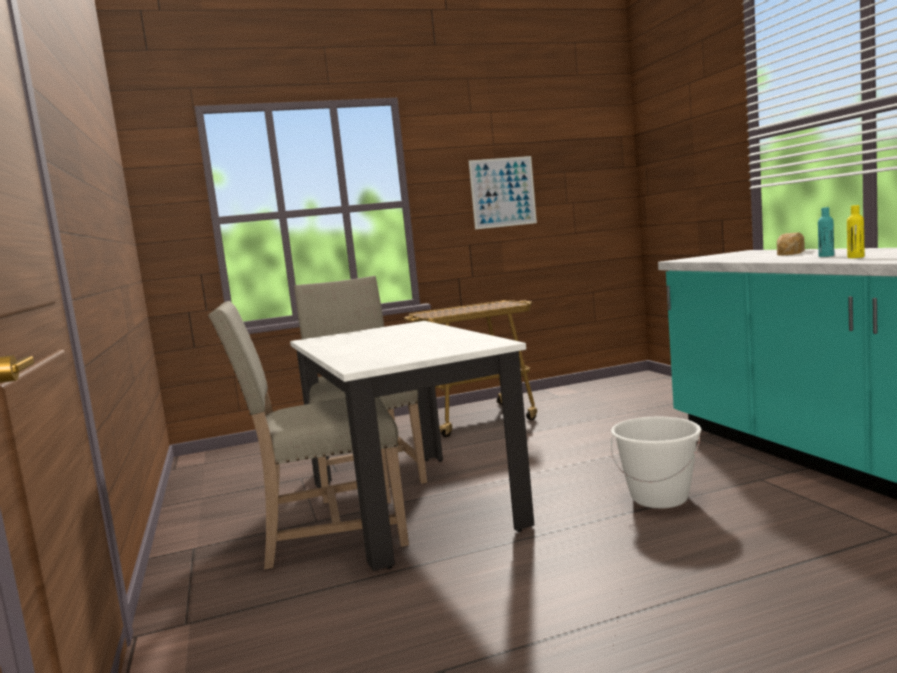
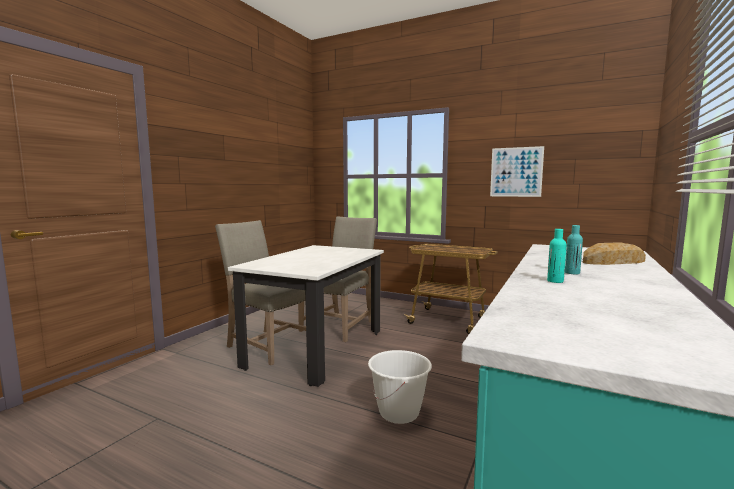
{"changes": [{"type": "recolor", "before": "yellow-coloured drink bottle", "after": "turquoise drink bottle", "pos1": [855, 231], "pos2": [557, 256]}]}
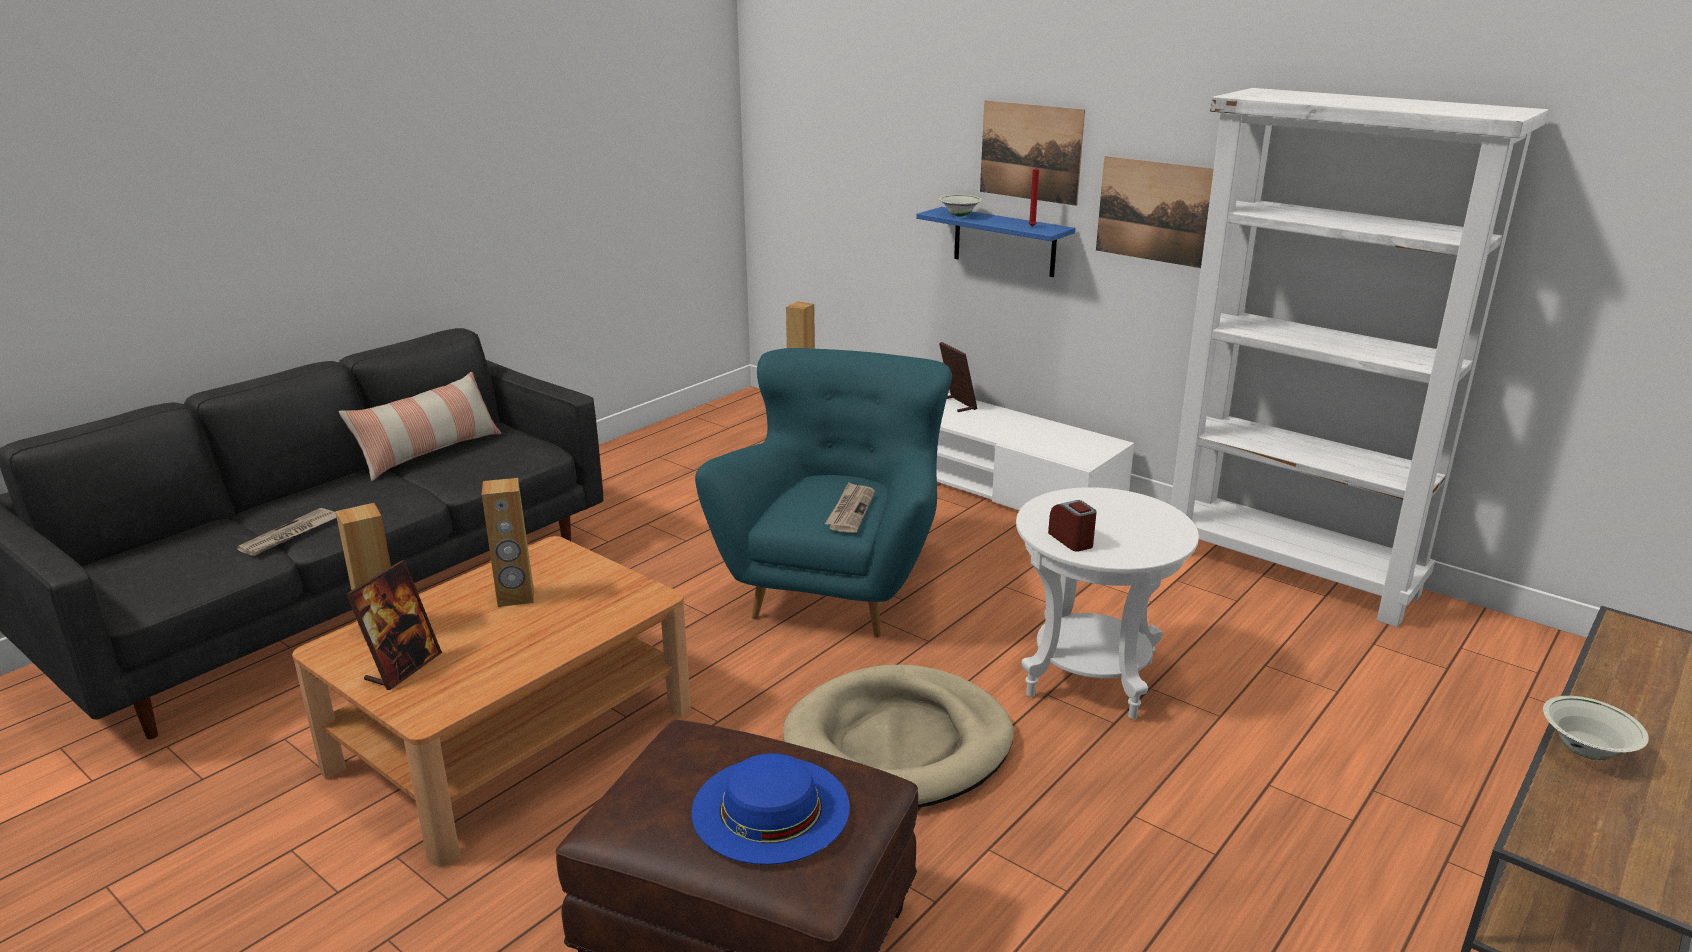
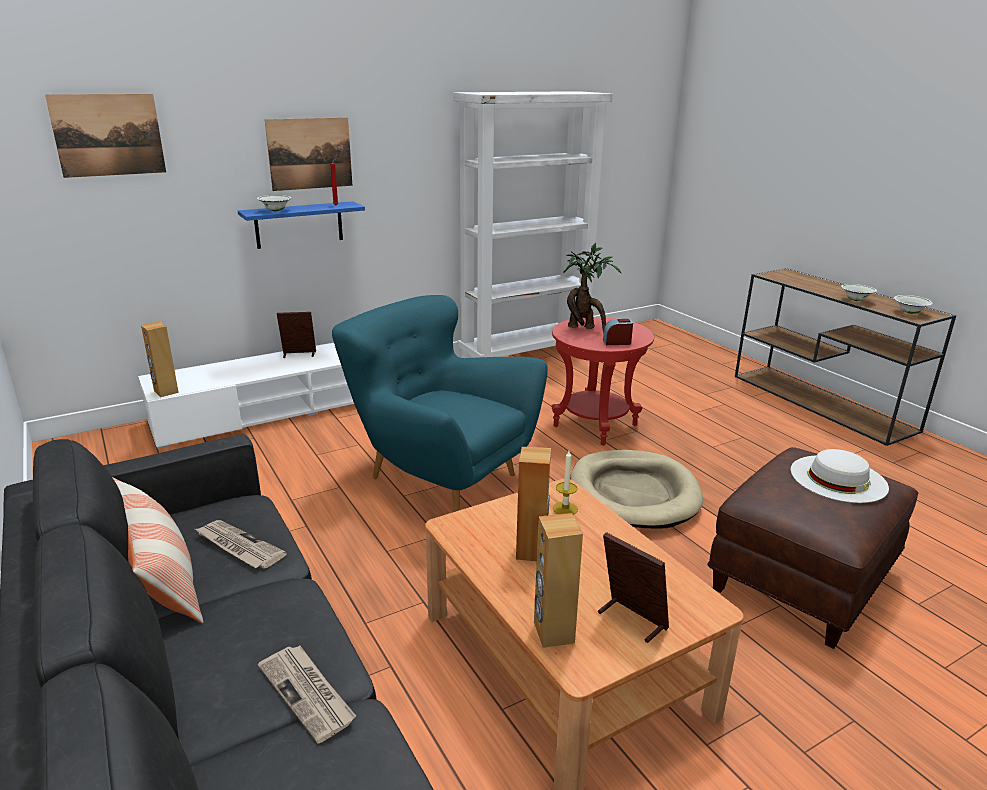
{"changes": [{"type": "move", "before": "wall picture", "pos1": [1155, 212], "pos2": [105, 136]}, {"type": "move", "before": "printed paper", "pos1": [850, 507], "pos2": [241, 544]}, {"type": "recolor", "before": "white side table", "after": "red-coloured side table", "pos1": [1107, 603], "pos2": [602, 381]}, {"type": "recolor", "before": "blue-coloured wearable hat", "after": "white wearable hat", "pos1": [771, 809], "pos2": [840, 476]}, {"type": "insert", "after": "potted plant", "pos2": [592, 288]}, {"type": "insert", "after": "white deep dish", "pos2": [913, 304]}, {"type": "insert", "after": "wax light", "pos2": [565, 483]}]}
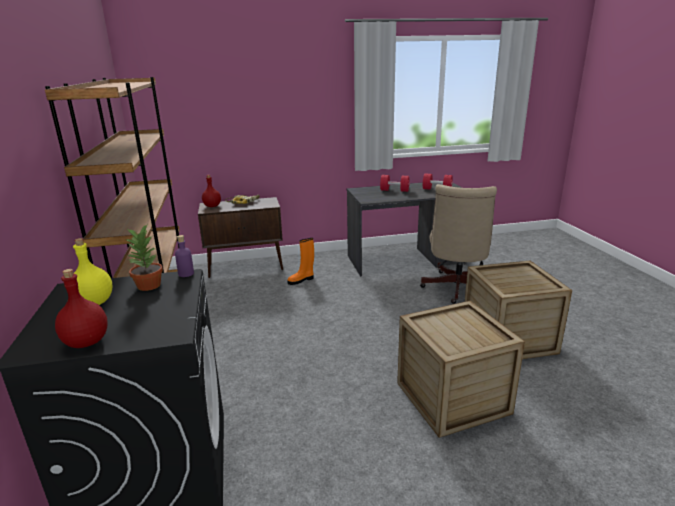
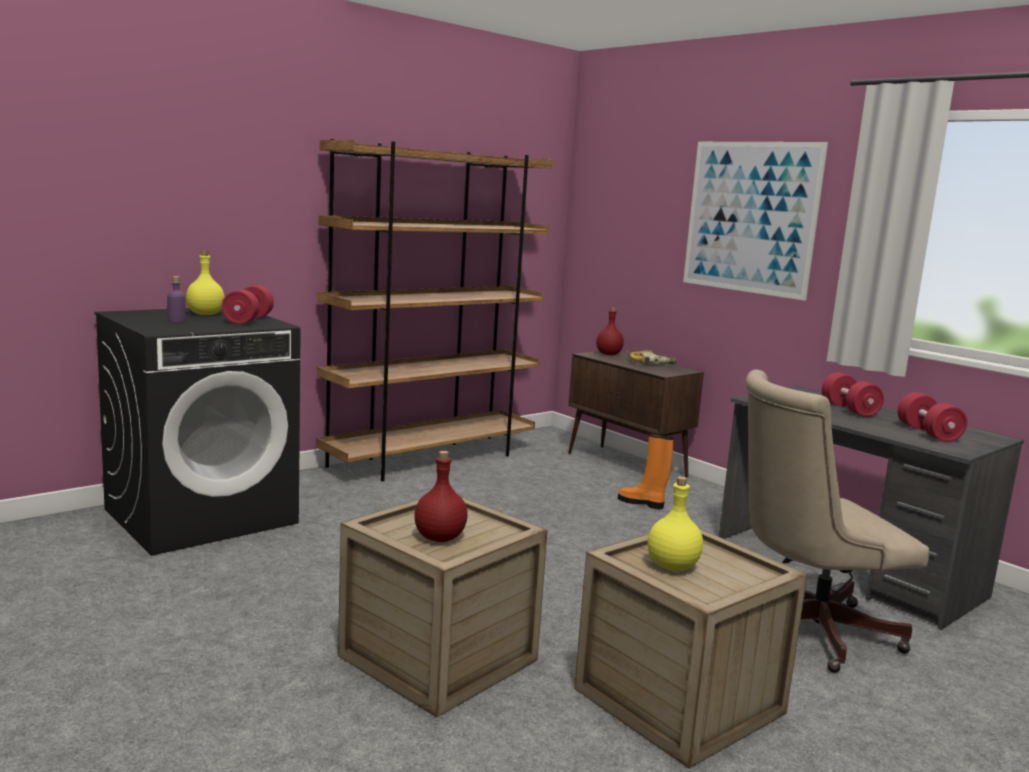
{"changes": [{"type": "replace", "before": "potted plant", "after": "red-coloured hand weight", "pos1": [143, 257], "pos2": [248, 304]}, {"type": "move", "before": "purplish drink bottle", "pos1": [184, 256], "pos2": [176, 299]}, {"type": "move", "before": "red-coloured drink bottle", "pos1": [81, 308], "pos2": [441, 496]}, {"type": "insert", "after": "wall picture", "pos2": [755, 221]}, {"type": "insert", "after": "yellow-coloured drink bottle", "pos2": [675, 524]}]}
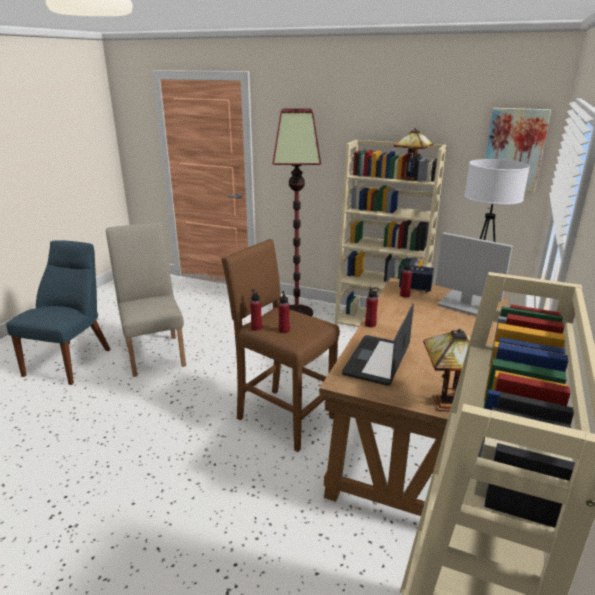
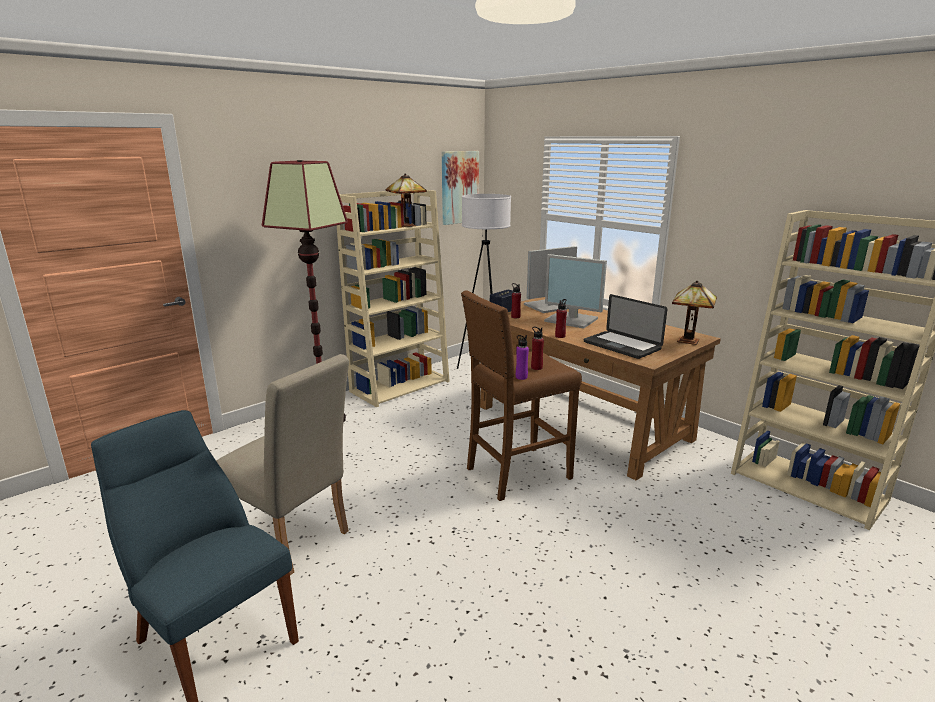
{"changes": [{"type": "rotate", "before": "sand-coloured upright chair", "pos1": [146, 299], "pos2": [282, 464], "turn": -150}, {"type": "recolor", "before": "red-coloured drink bottle", "after": "purplish drink bottle", "pos1": [256, 310], "pos2": [522, 357]}, {"type": "insert", "after": "monitor", "pos2": [575, 291]}]}
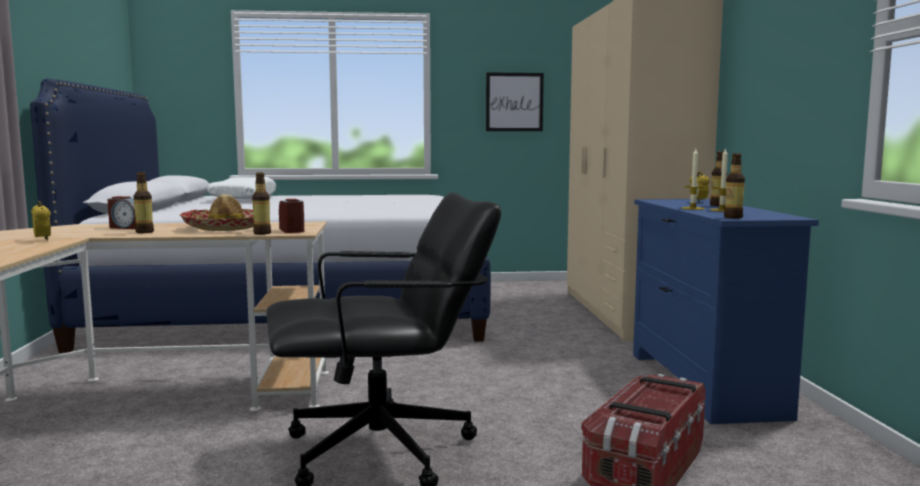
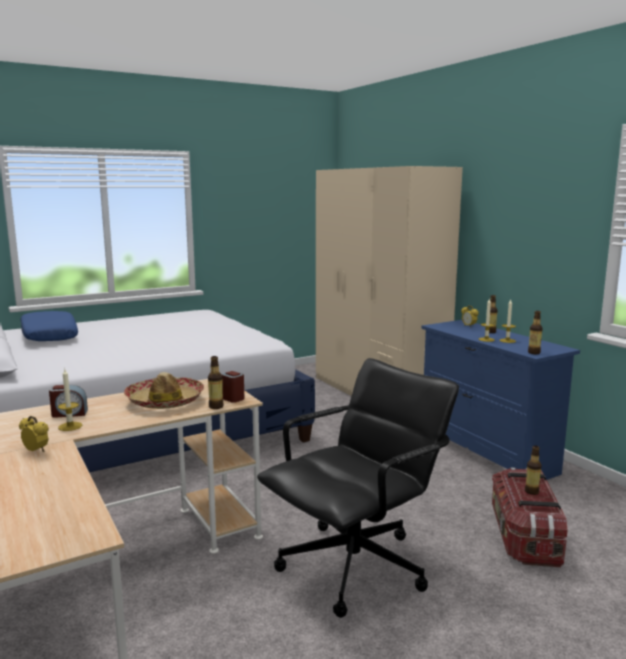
{"changes": [{"type": "delete", "before": "wall picture", "pos1": [515, 101]}, {"type": "move", "before": "drink bottle", "pos1": [144, 202], "pos2": [533, 470]}, {"type": "recolor", "before": "white throw pillow", "after": "blue-coloured throw pillow", "pos1": [241, 188], "pos2": [49, 326]}, {"type": "insert", "after": "wax light", "pos2": [70, 400]}]}
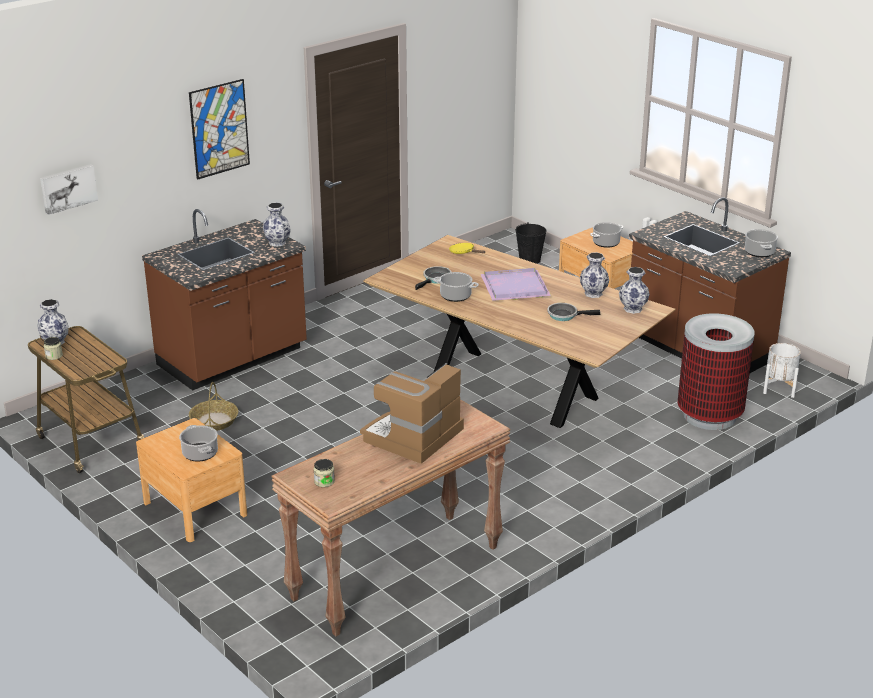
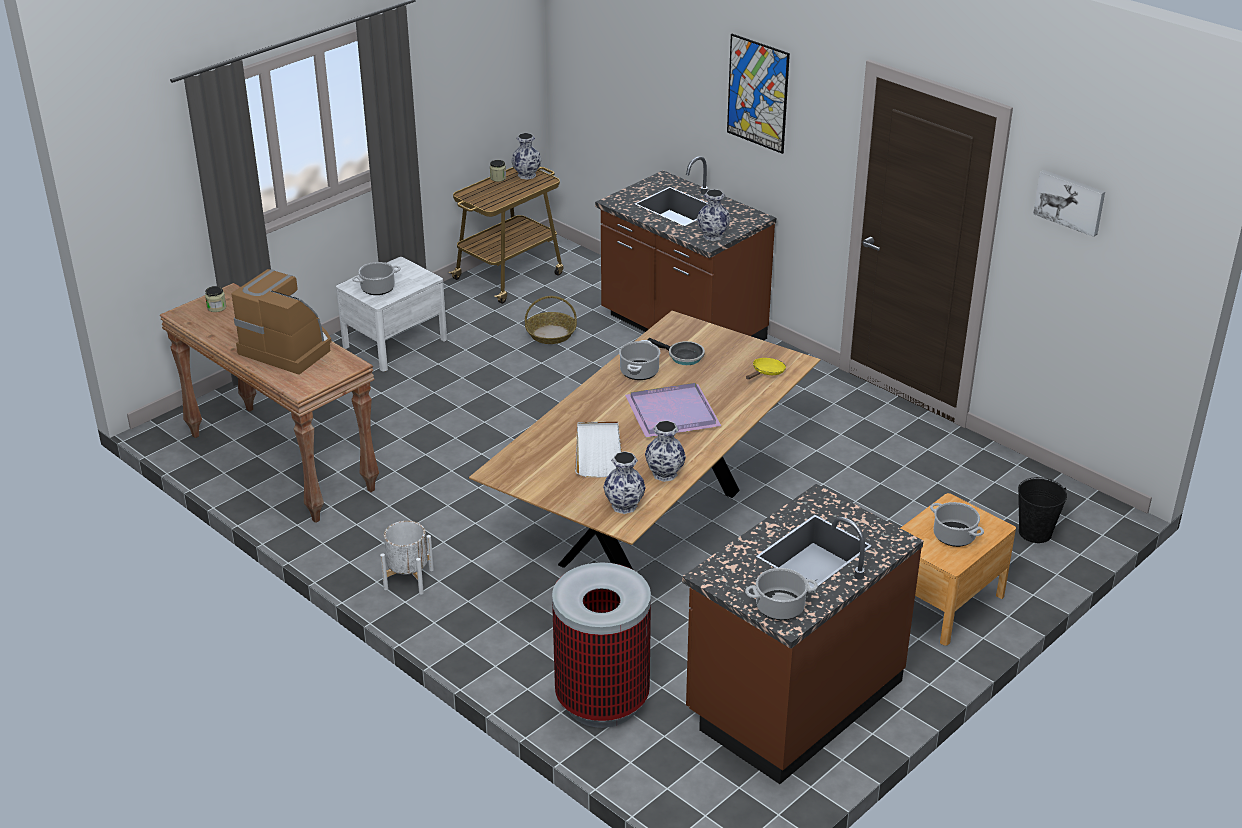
{"changes": [{"type": "move", "before": "wall picture", "pos1": [69, 189], "pos2": [1069, 203]}, {"type": "replace", "before": "skillet", "after": "white serving tray", "pos1": [574, 312], "pos2": [598, 449]}, {"type": "move", "before": "white planter", "pos1": [782, 370], "pos2": [407, 558]}, {"type": "recolor", "before": "brown bedside table", "after": "white bedside table", "pos1": [191, 480], "pos2": [391, 314]}]}
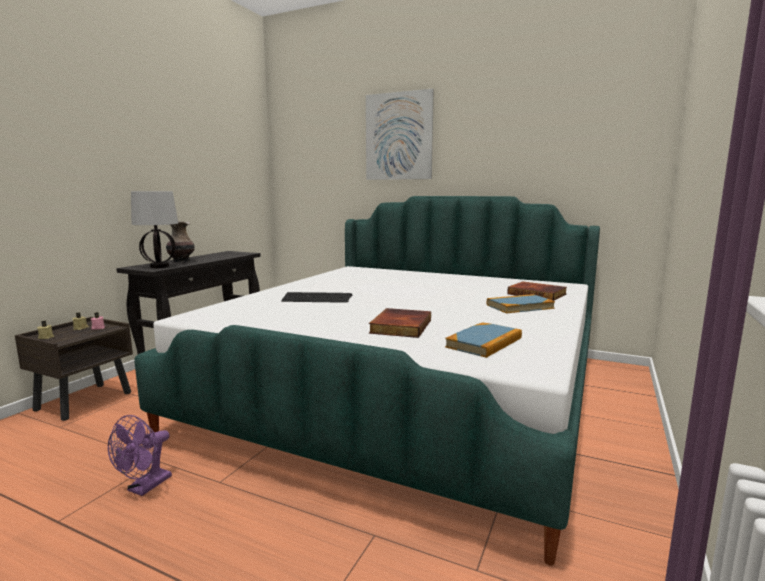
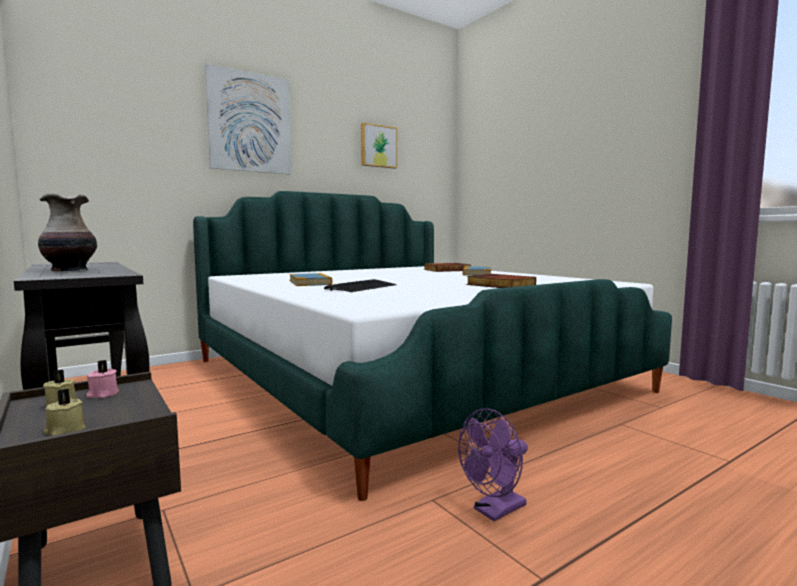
{"changes": [{"type": "delete", "before": "lamp for a table", "pos1": [154, 229]}, {"type": "move", "before": "book", "pos1": [483, 340], "pos2": [310, 279]}, {"type": "rotate", "before": "purplish fan", "pos1": [140, 455], "pos2": [493, 465], "turn": 90}, {"type": "insert", "after": "wall picture", "pos2": [379, 146]}]}
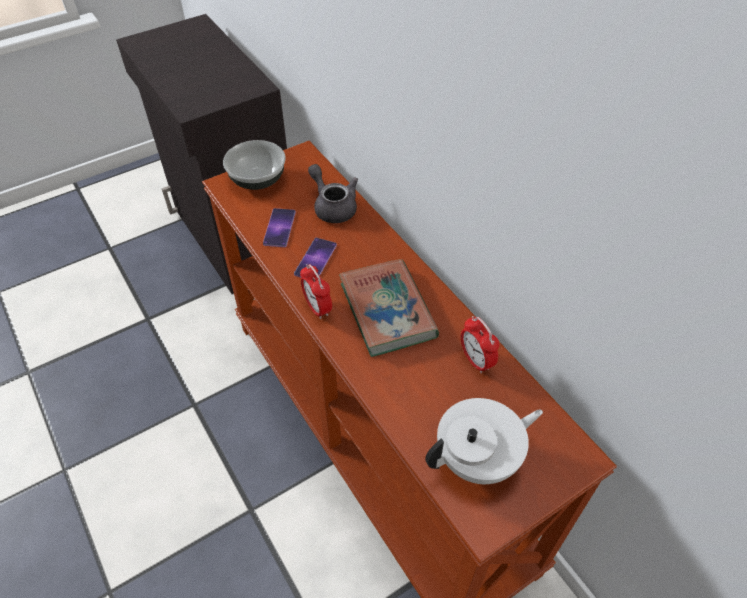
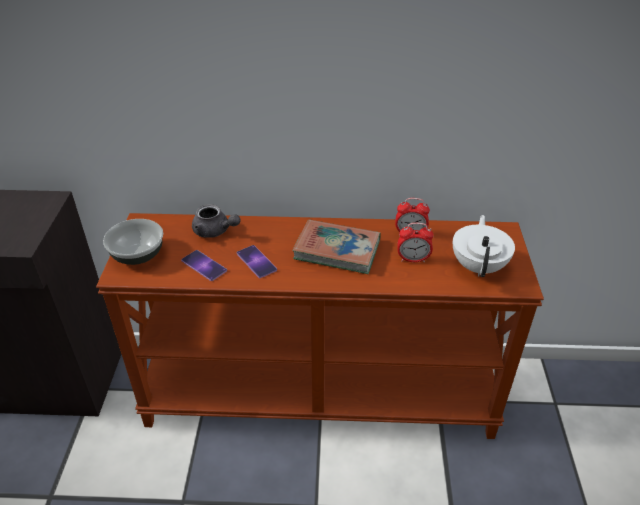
{"changes": [{"type": "rotate", "before": "gray tea pot", "pos1": [333, 193], "pos2": [216, 221], "turn": -150}, {"type": "move", "before": "alarm clock", "pos1": [316, 291], "pos2": [415, 243]}]}
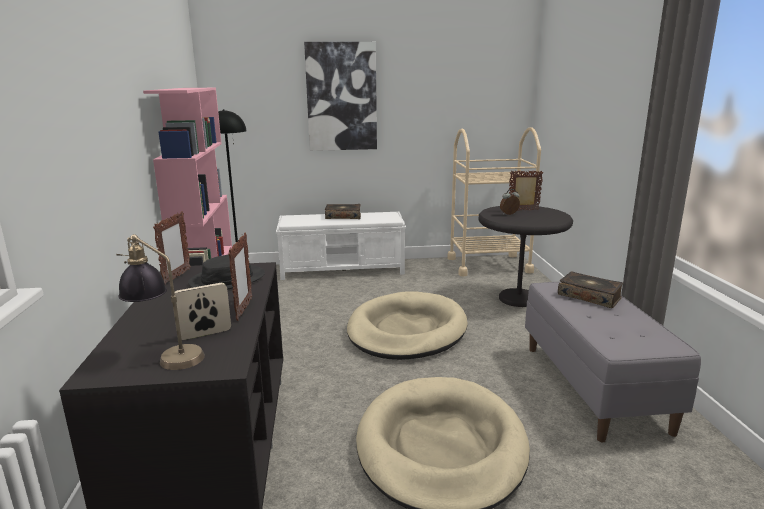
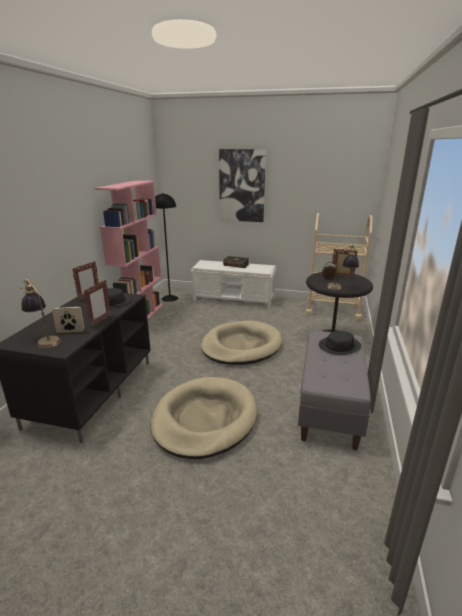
{"changes": [{"type": "replace", "before": "book", "after": "black wearable hat", "pos1": [590, 290], "pos2": [340, 343]}, {"type": "insert", "after": "lamp for a table", "pos2": [343, 267]}]}
